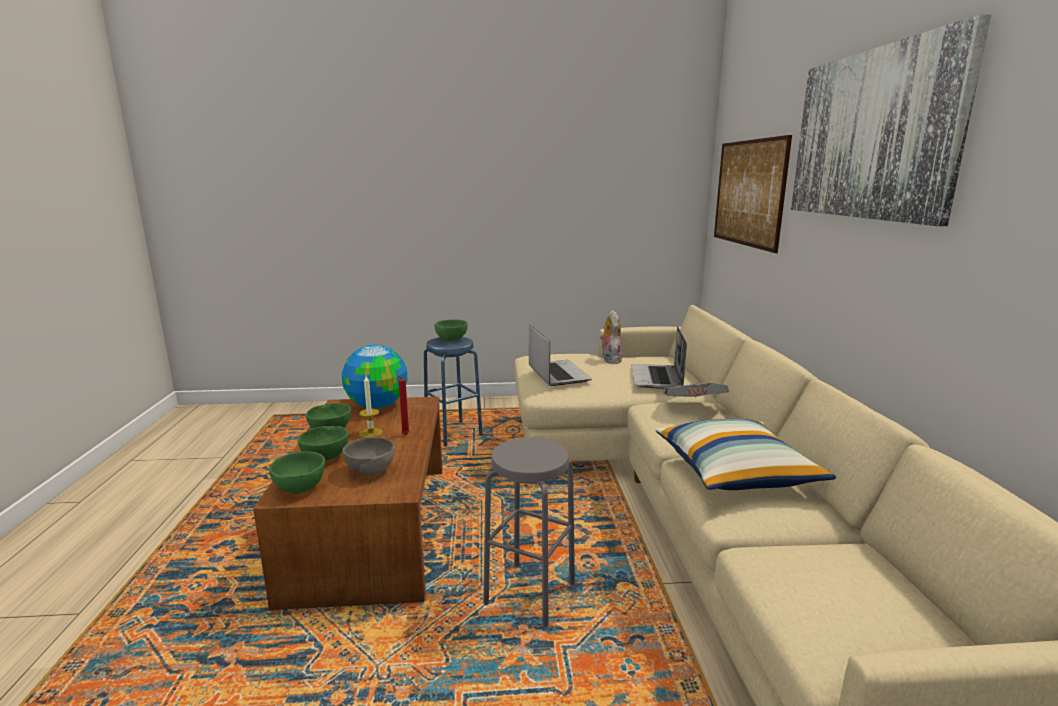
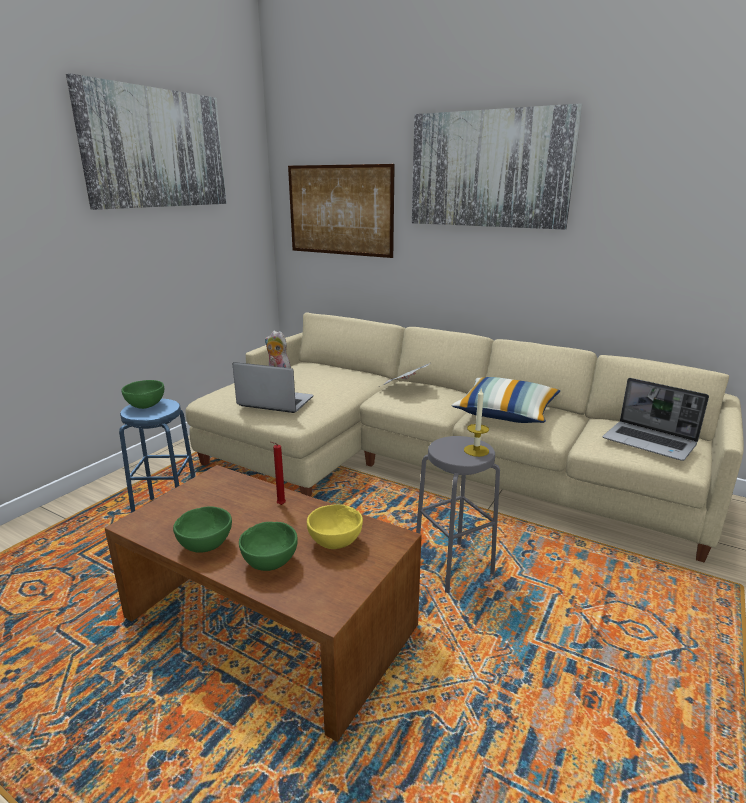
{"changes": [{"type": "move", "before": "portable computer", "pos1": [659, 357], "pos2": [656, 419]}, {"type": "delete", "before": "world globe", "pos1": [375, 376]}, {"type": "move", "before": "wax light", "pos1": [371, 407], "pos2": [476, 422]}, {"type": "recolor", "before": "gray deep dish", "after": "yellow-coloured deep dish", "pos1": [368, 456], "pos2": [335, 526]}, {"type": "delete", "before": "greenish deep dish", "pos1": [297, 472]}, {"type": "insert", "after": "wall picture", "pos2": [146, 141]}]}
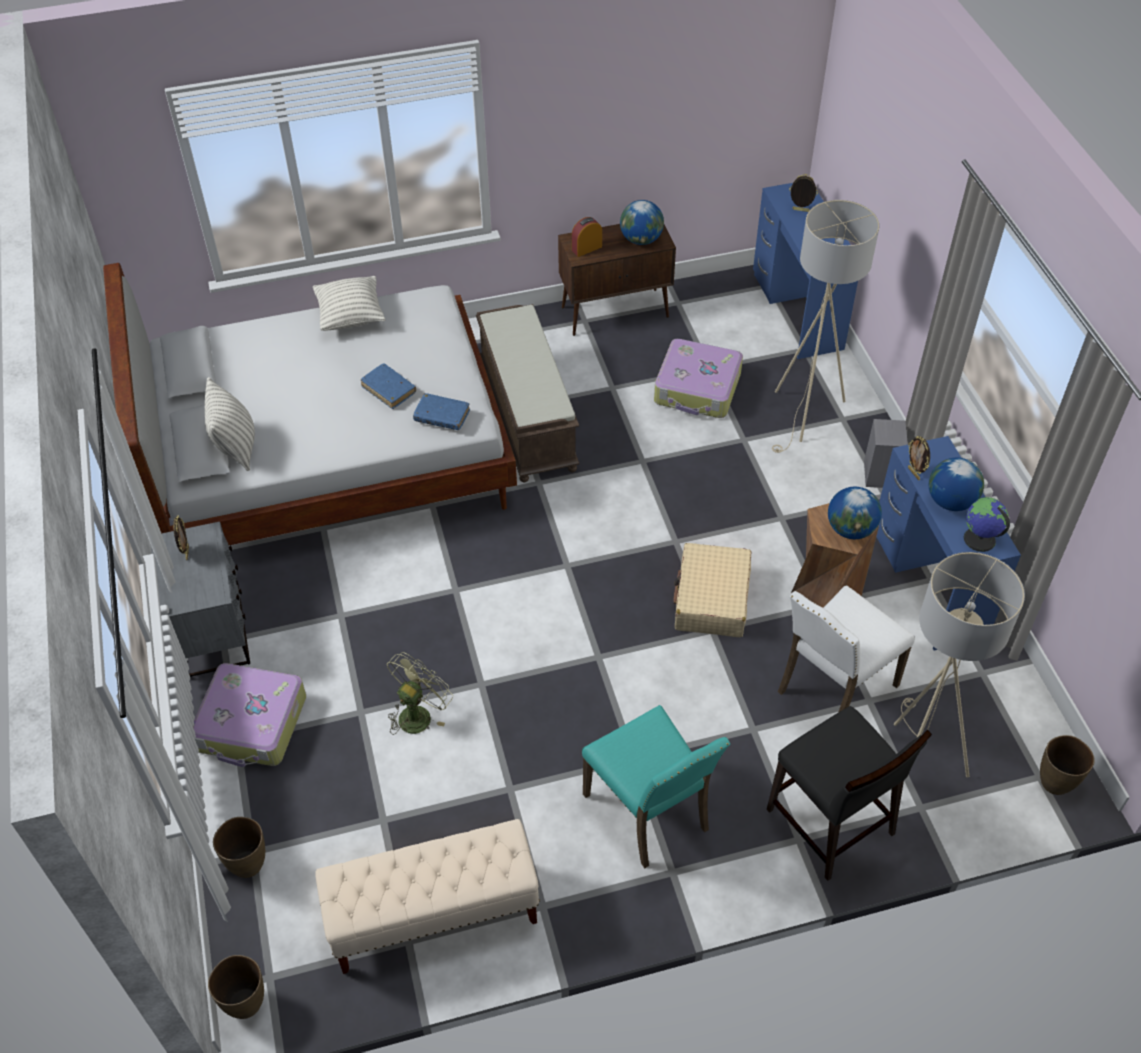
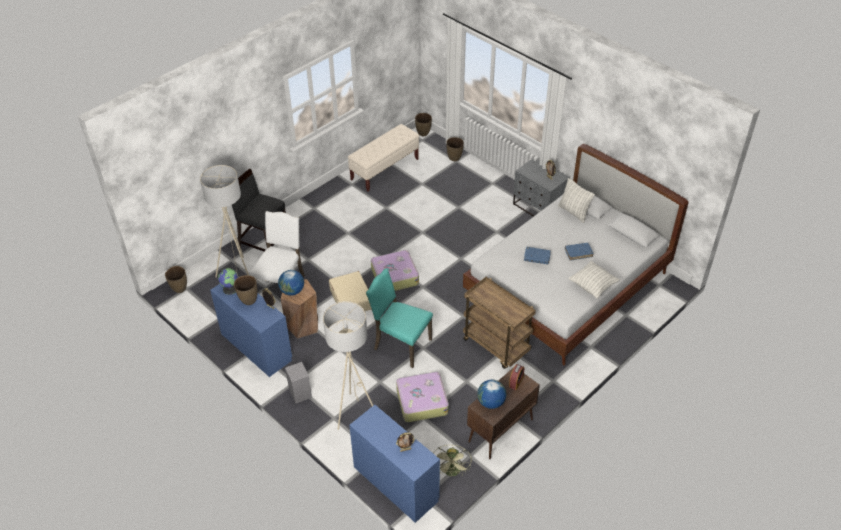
{"changes": [{"type": "replace", "before": "brown indoor bench", "after": "brown wheeled cart", "pos1": [527, 393], "pos2": [499, 323]}, {"type": "move", "before": "blue-coloured book", "pos1": [441, 411], "pos2": [579, 252]}, {"type": "replace", "before": "world globe", "after": "brown decorative vase", "pos1": [956, 484], "pos2": [246, 290]}, {"type": "move", "before": "greenish fan", "pos1": [420, 693], "pos2": [452, 461]}, {"type": "move", "before": "suitcase", "pos1": [249, 715], "pos2": [395, 270]}, {"type": "move", "before": "turquoise upright chair", "pos1": [656, 786], "pos2": [399, 318]}]}
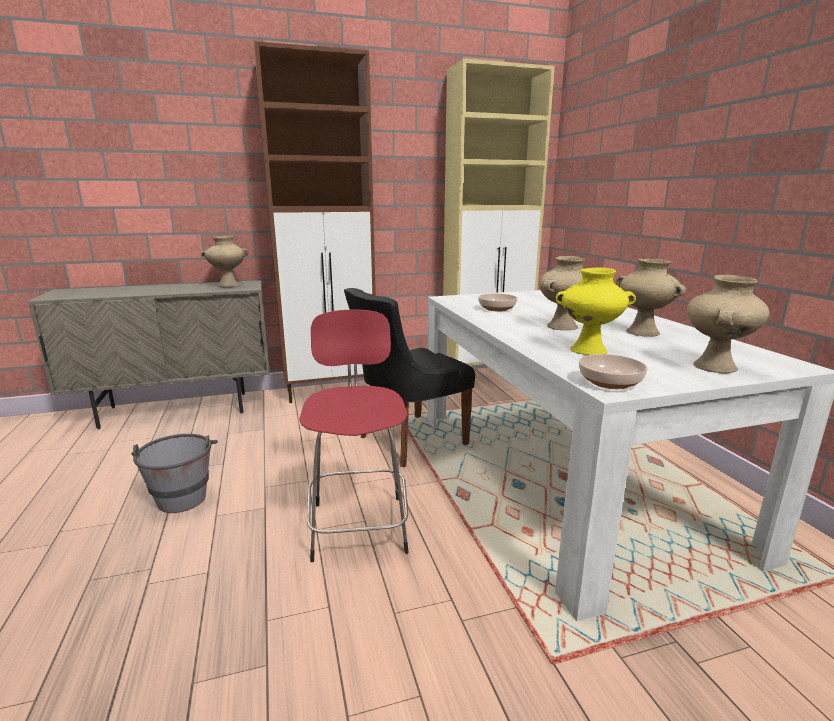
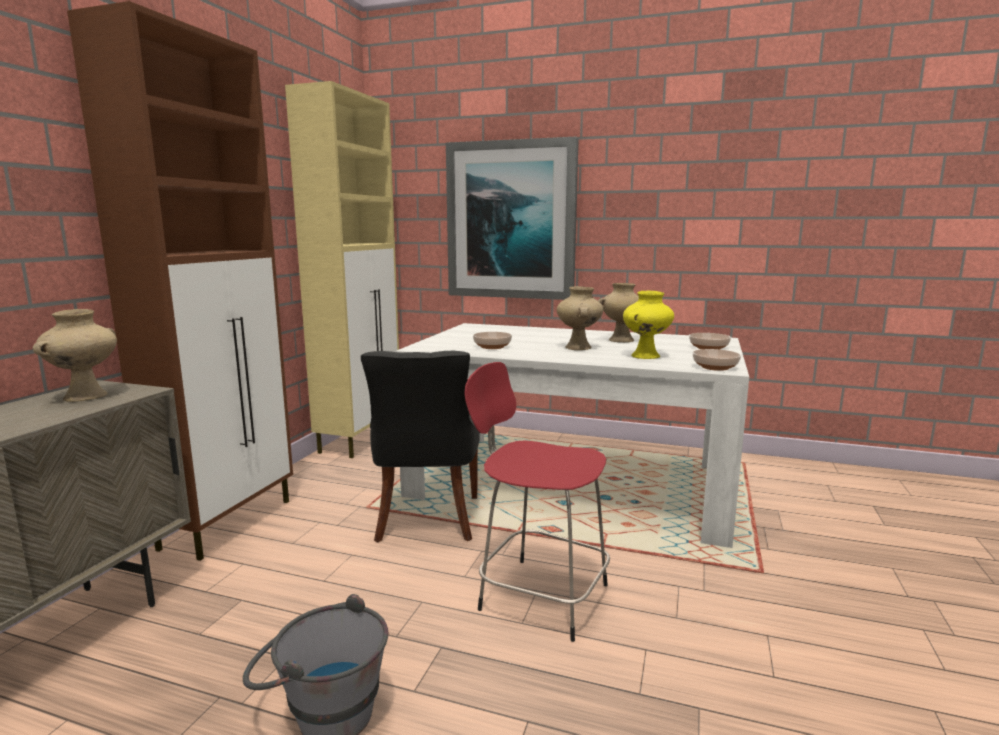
{"changes": [{"type": "replace", "before": "sand-coloured decorative vase", "after": "deep dish", "pos1": [728, 324], "pos2": [710, 341]}, {"type": "insert", "after": "wall picture", "pos2": [512, 218]}]}
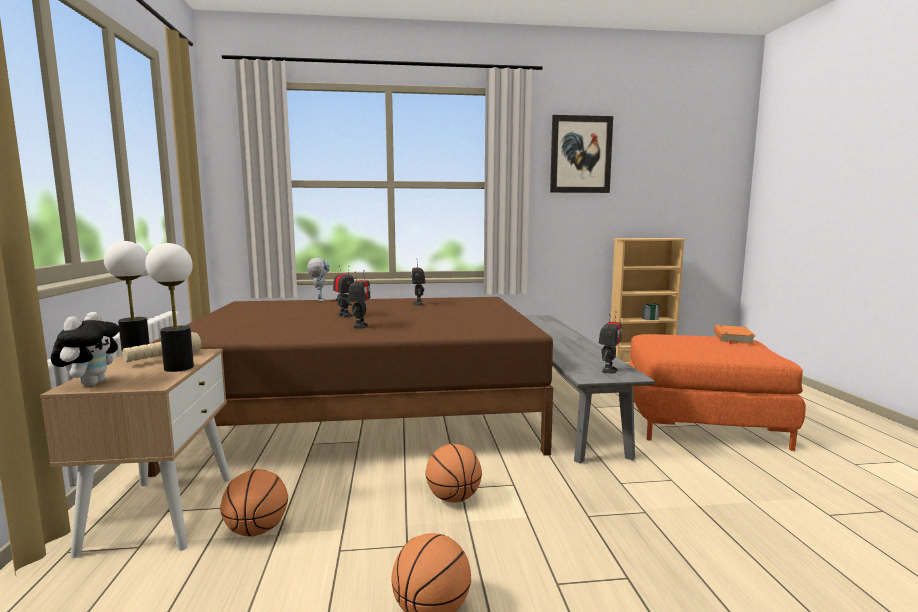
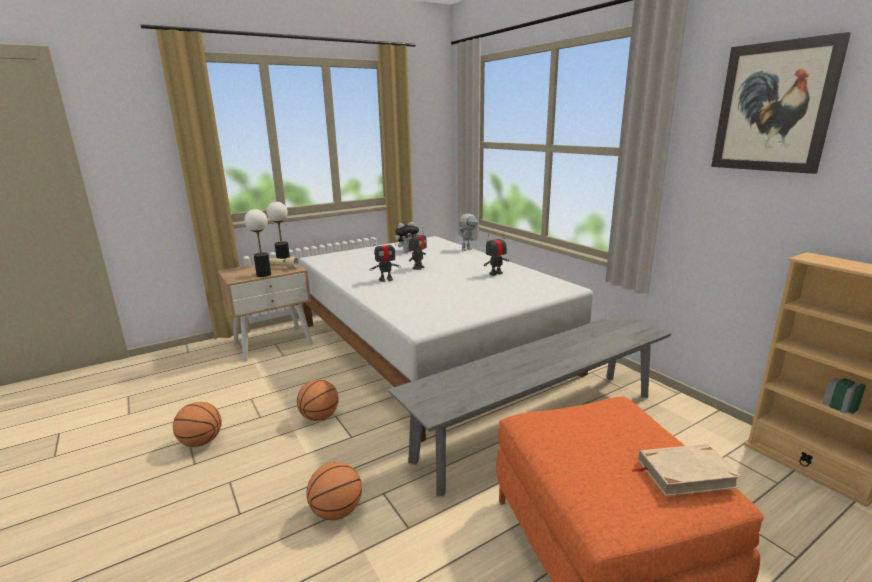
{"changes": [{"type": "recolor", "before": "brown sleeping bed", "after": "white sleeping bed", "pos1": [350, 387], "pos2": [446, 339]}, {"type": "delete", "before": "model robot", "pos1": [610, 342]}, {"type": "move", "before": "soft toy", "pos1": [85, 349], "pos2": [407, 237]}, {"type": "recolor", "before": "orange book", "after": "sand-coloured book", "pos1": [734, 334], "pos2": [686, 470]}, {"type": "move", "before": "basketball", "pos1": [254, 503], "pos2": [334, 491]}]}
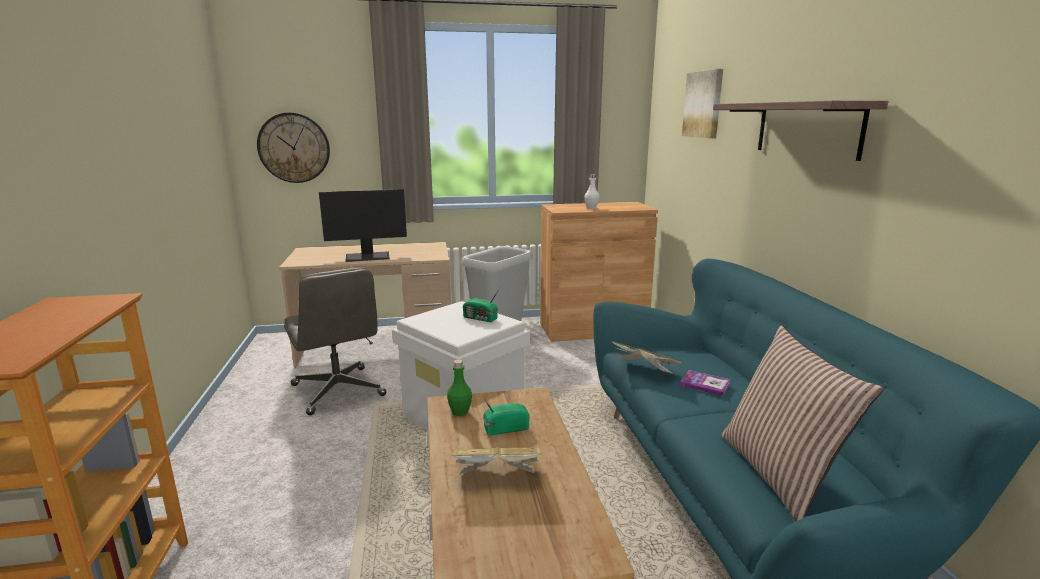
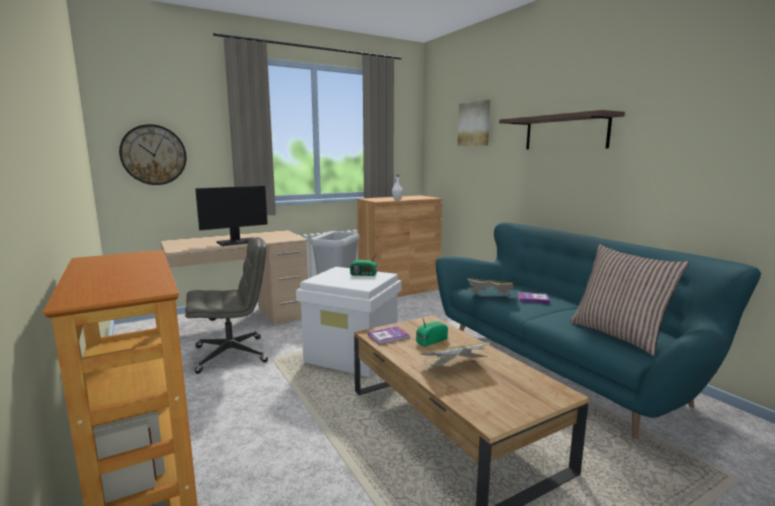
{"changes": [{"type": "rotate", "before": "gray desk chair", "pos1": [335, 341], "pos2": [226, 305], "turn": -60}, {"type": "replace", "before": "greenish drink bottle", "after": "book", "pos1": [459, 387], "pos2": [389, 335]}]}
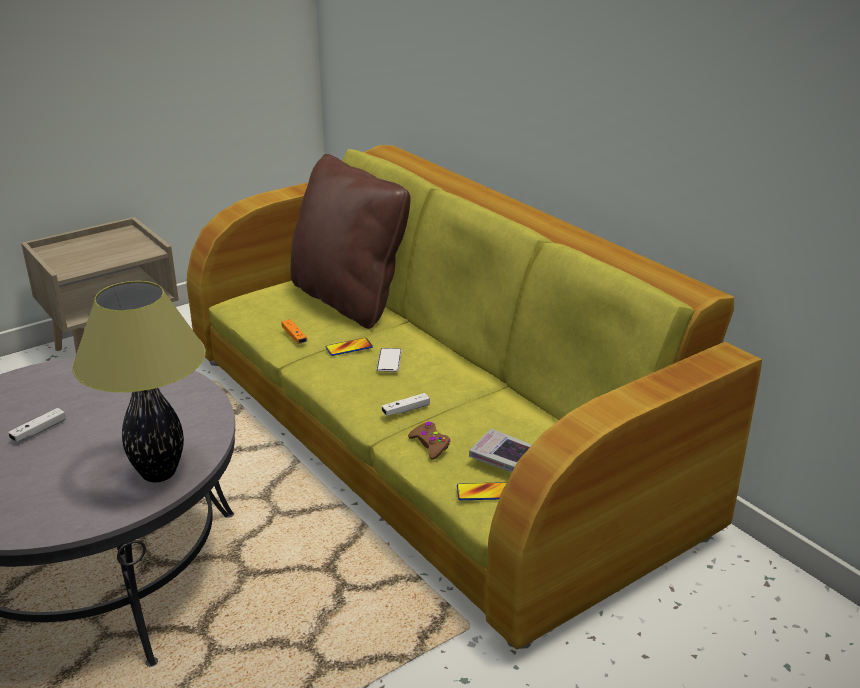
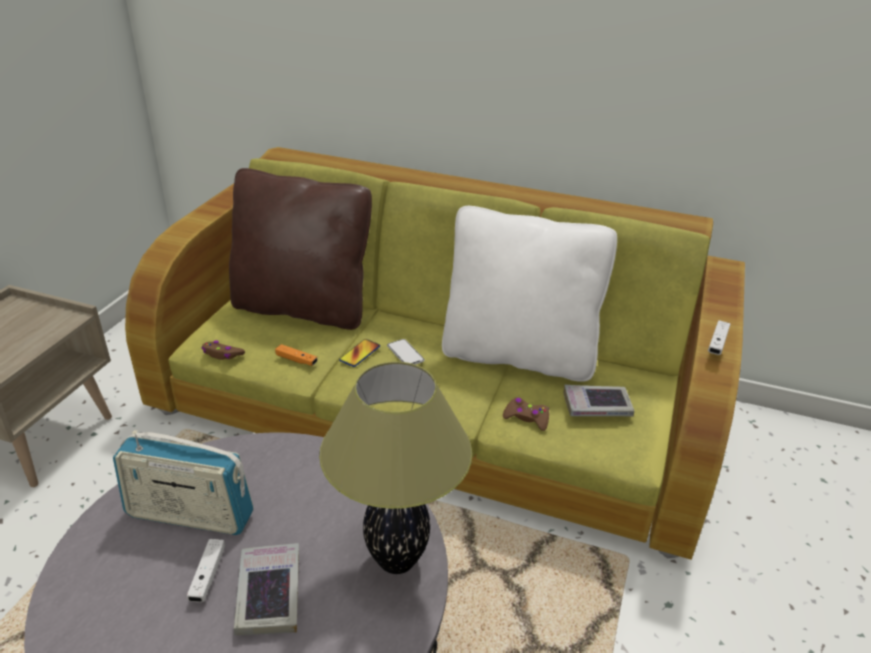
{"changes": [{"type": "move", "before": "white gamepad", "pos1": [406, 404], "pos2": [719, 337]}, {"type": "delete", "before": "phone", "pos1": [482, 491]}, {"type": "insert", "after": "white throw pillow", "pos2": [529, 294]}, {"type": "insert", "after": "brown gamepad", "pos2": [223, 350]}, {"type": "insert", "after": "radio receiver", "pos2": [183, 482]}, {"type": "insert", "after": "book", "pos2": [266, 589]}]}
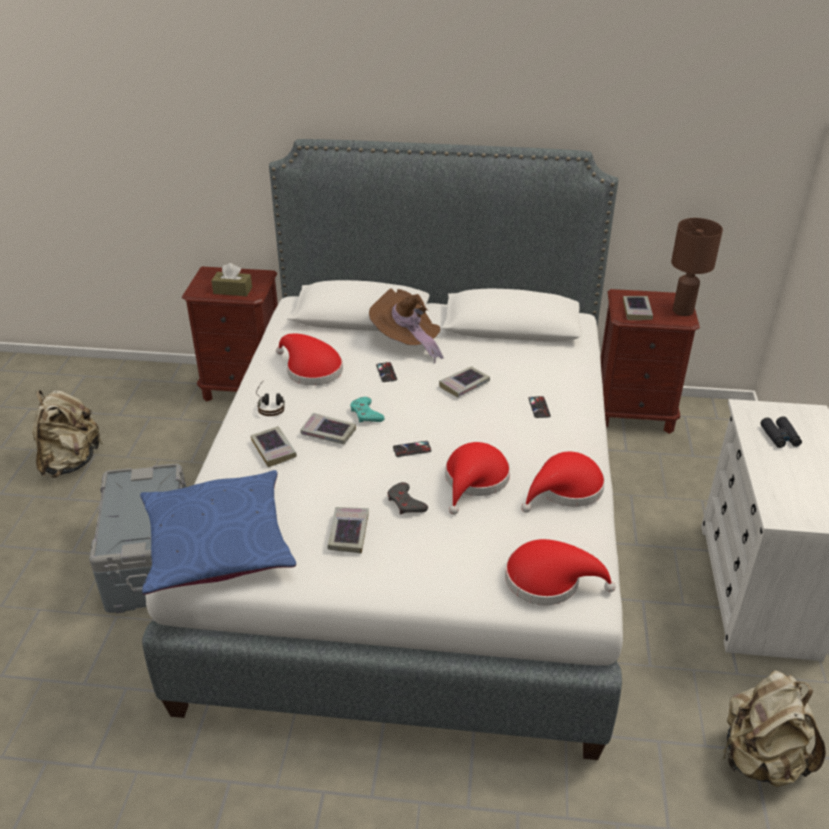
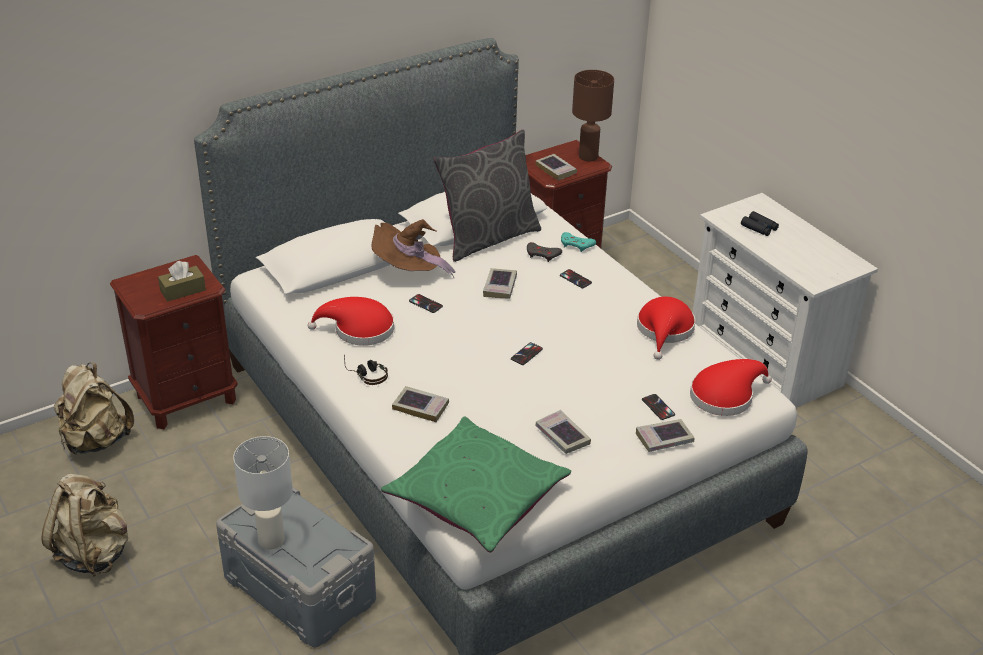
{"changes": [{"type": "move", "before": "turquoise gamepad", "pos1": [367, 410], "pos2": [578, 242]}, {"type": "move", "before": "book", "pos1": [328, 429], "pos2": [665, 435]}, {"type": "delete", "before": "red-coloured wearable hat", "pos1": [477, 478]}, {"type": "recolor", "before": "blue-coloured throw pillow", "after": "greenish throw pillow", "pos1": [218, 532], "pos2": [476, 484]}, {"type": "move", "before": "gray gamepad", "pos1": [408, 498], "pos2": [544, 252]}, {"type": "move", "before": "sand-coloured rucksack", "pos1": [774, 729], "pos2": [94, 408]}, {"type": "insert", "after": "gray throw pillow", "pos2": [487, 195]}, {"type": "insert", "after": "phone", "pos2": [658, 407]}, {"type": "insert", "after": "white lamp for a table", "pos2": [263, 493]}]}
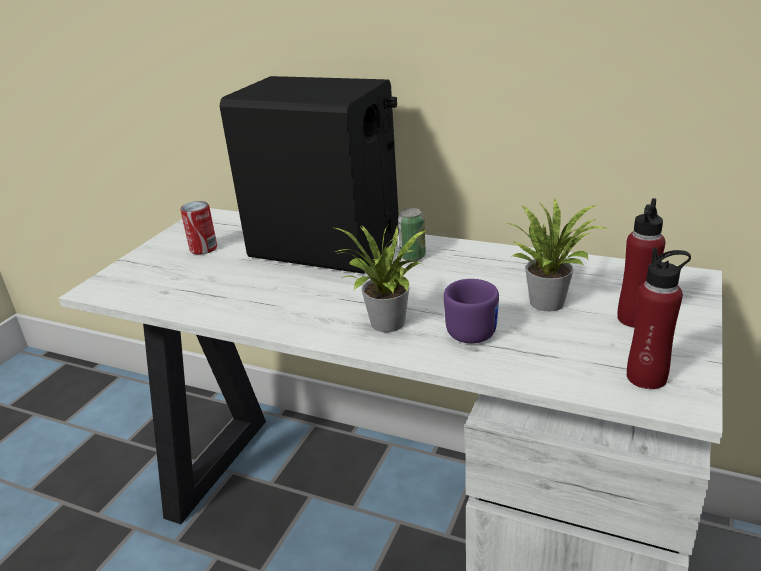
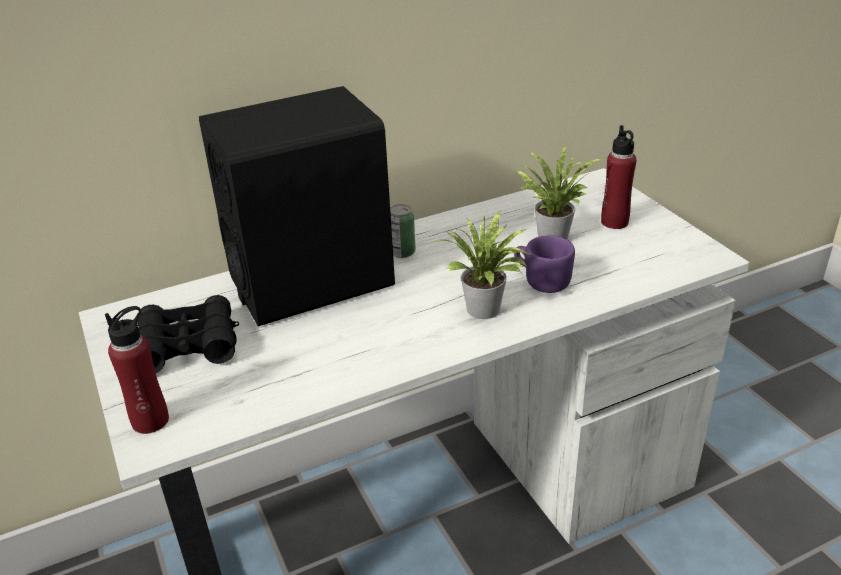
{"changes": [{"type": "replace", "before": "metal can", "after": "black pair of binoculars", "pos1": [198, 228], "pos2": [188, 334]}, {"type": "move", "before": "red-coloured drink bottle", "pos1": [659, 318], "pos2": [137, 370]}]}
